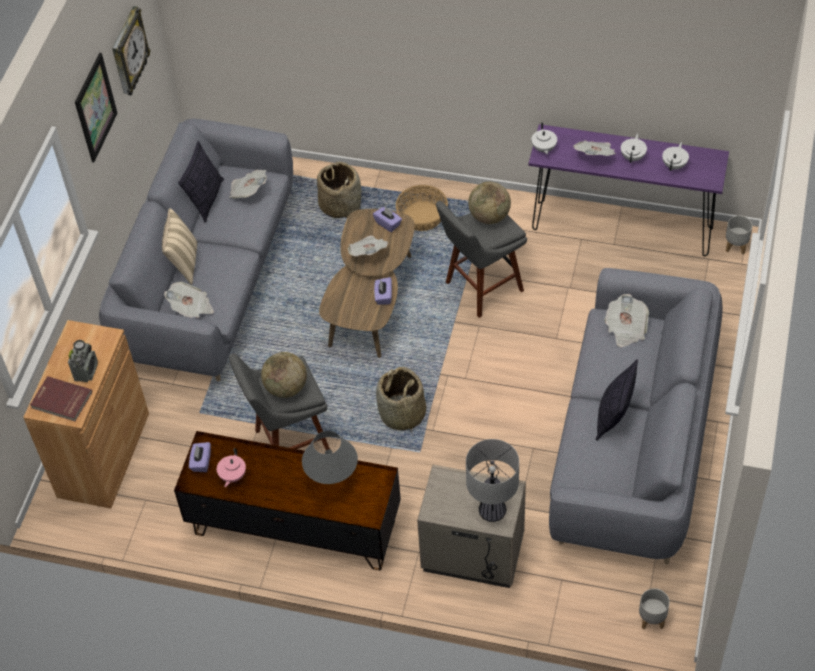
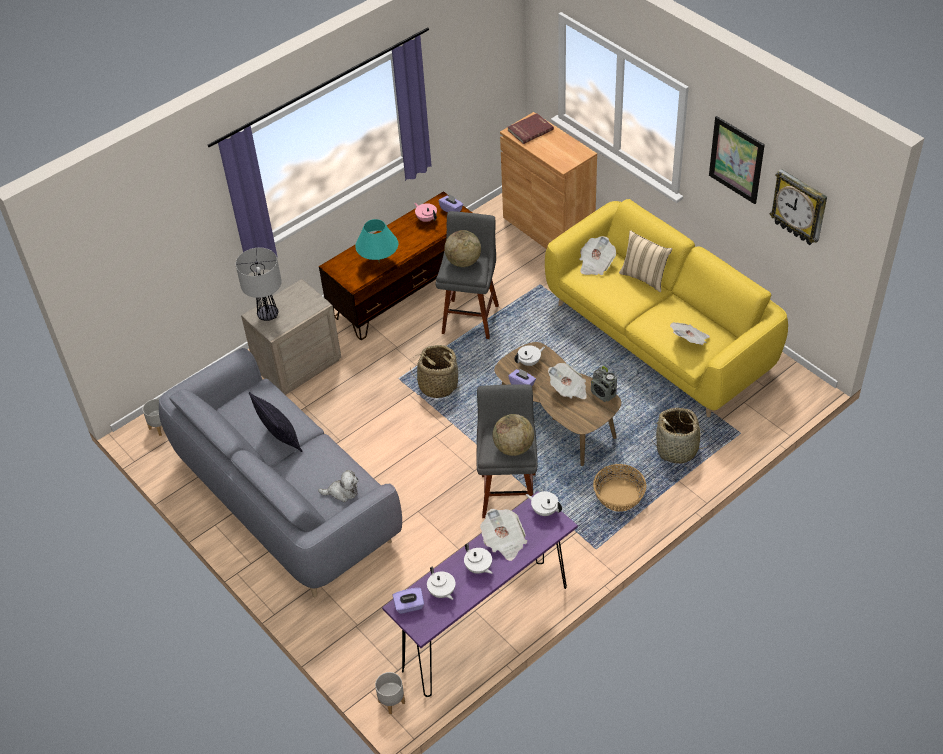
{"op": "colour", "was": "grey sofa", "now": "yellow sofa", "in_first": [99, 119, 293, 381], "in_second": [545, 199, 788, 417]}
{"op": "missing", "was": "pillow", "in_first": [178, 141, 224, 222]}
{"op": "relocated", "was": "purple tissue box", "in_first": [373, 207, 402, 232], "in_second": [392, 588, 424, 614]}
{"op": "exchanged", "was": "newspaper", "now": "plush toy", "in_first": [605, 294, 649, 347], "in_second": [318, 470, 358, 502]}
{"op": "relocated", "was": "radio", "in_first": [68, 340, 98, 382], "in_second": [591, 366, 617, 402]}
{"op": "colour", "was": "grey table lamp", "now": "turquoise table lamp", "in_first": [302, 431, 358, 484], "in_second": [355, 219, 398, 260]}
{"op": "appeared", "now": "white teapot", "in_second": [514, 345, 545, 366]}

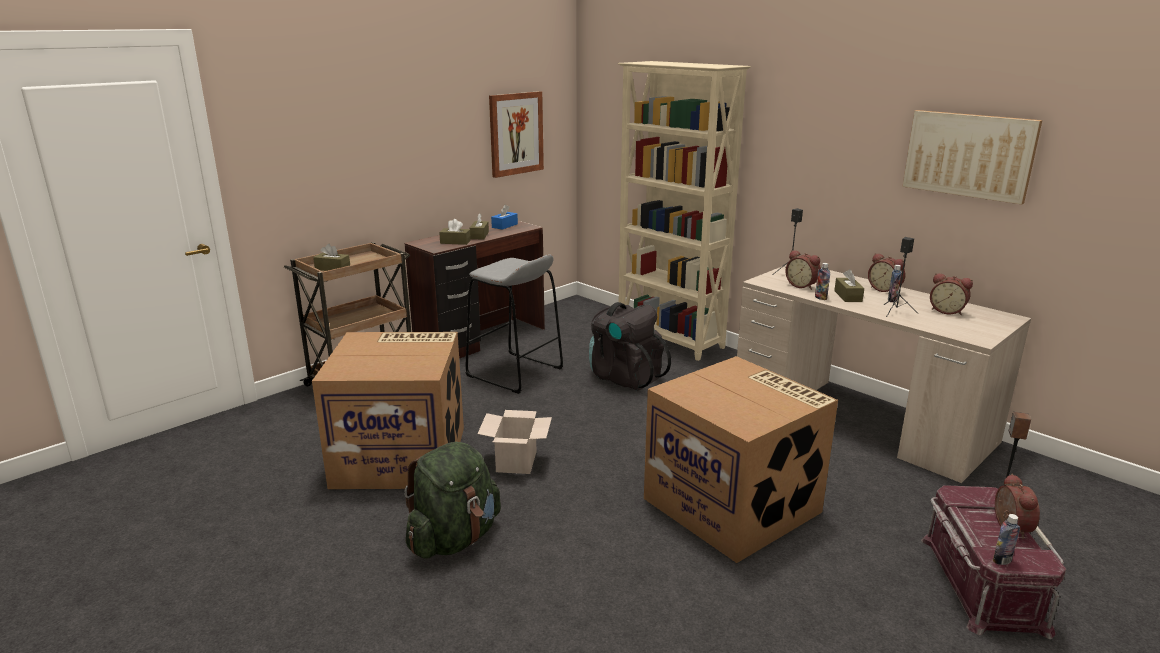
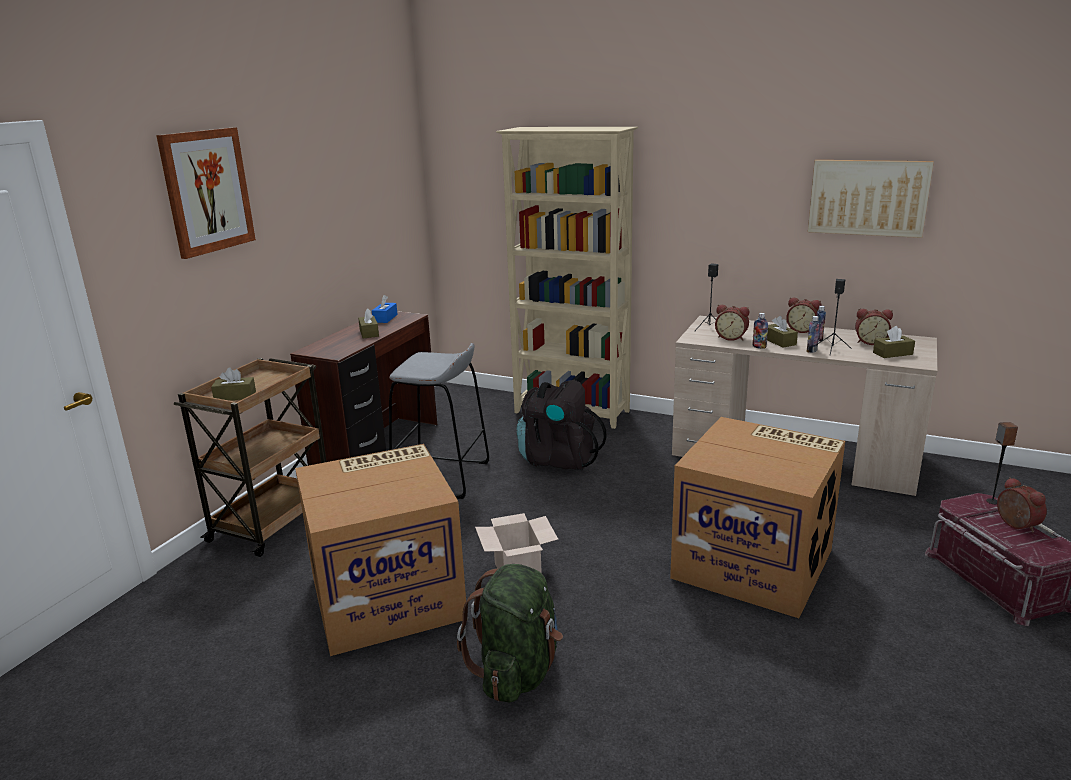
{"op": "relocated", "was": "picture", "in_first": [489, 91, 544, 178], "in_second": [156, 128, 256, 259]}
{"op": "relocated", "was": "brown tissue box", "in_first": [439, 219, 471, 245], "in_second": [873, 326, 915, 358]}
{"op": "relocated", "was": "bottle", "in_first": [993, 514, 1020, 565], "in_second": [807, 316, 820, 353]}

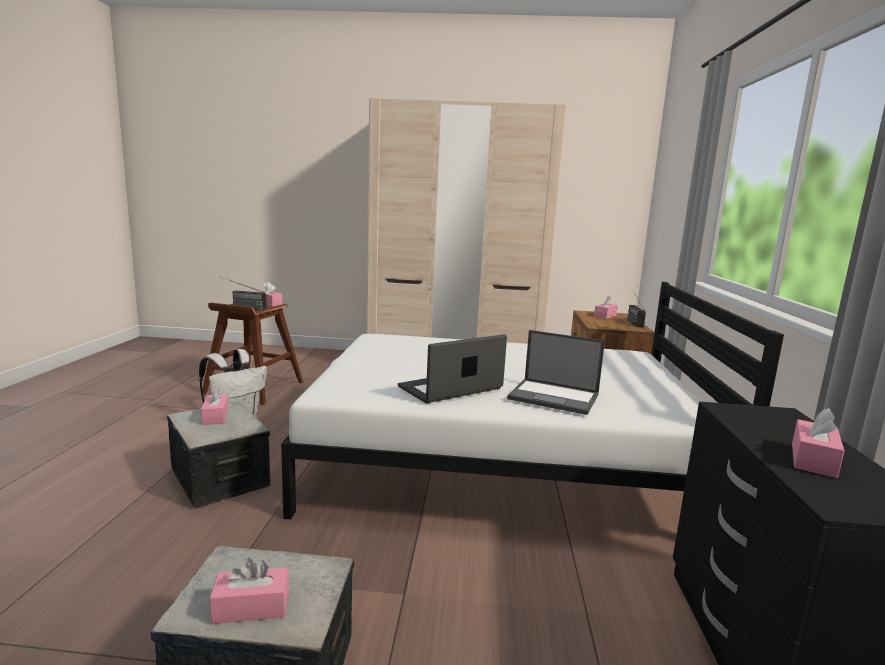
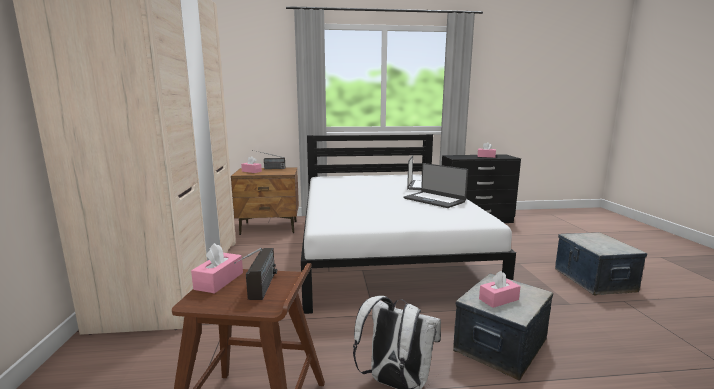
{"op": "missing", "was": "pink tissue box", "in_first": [210, 558, 289, 624]}

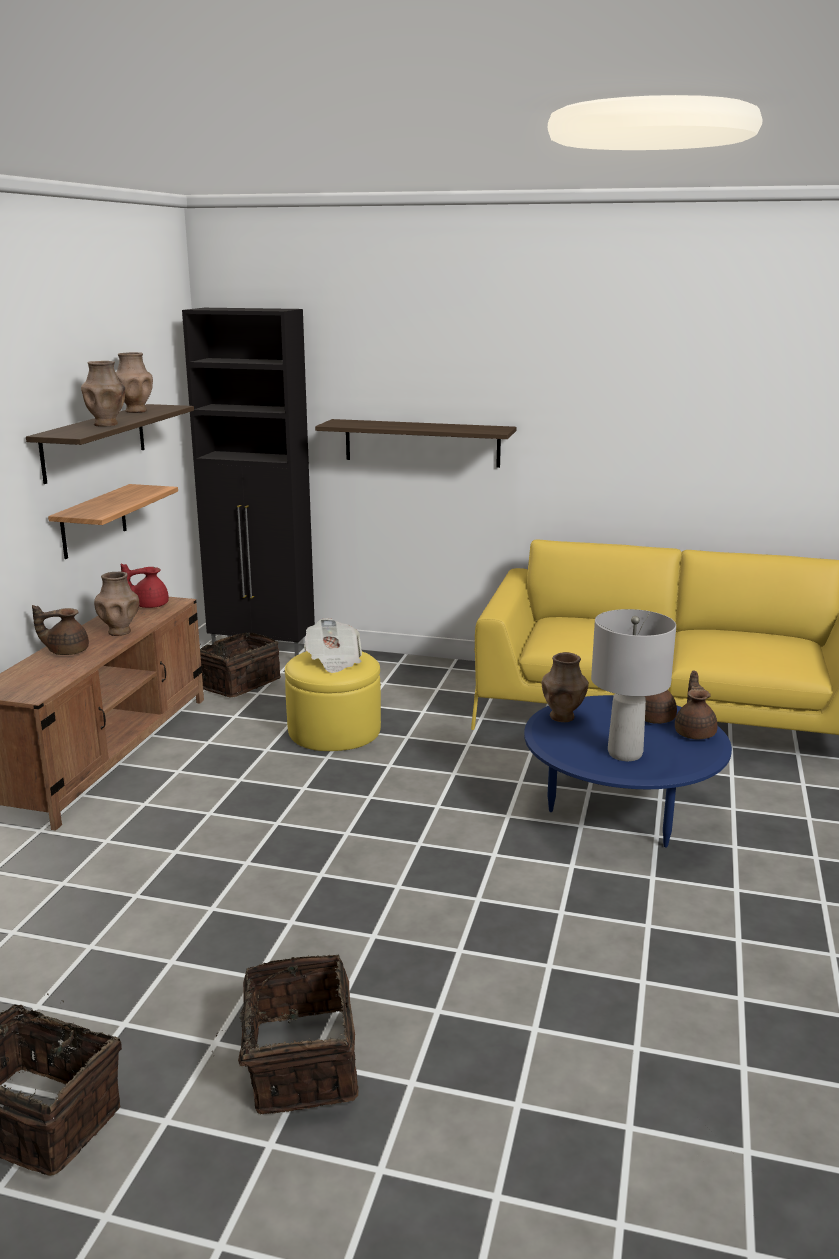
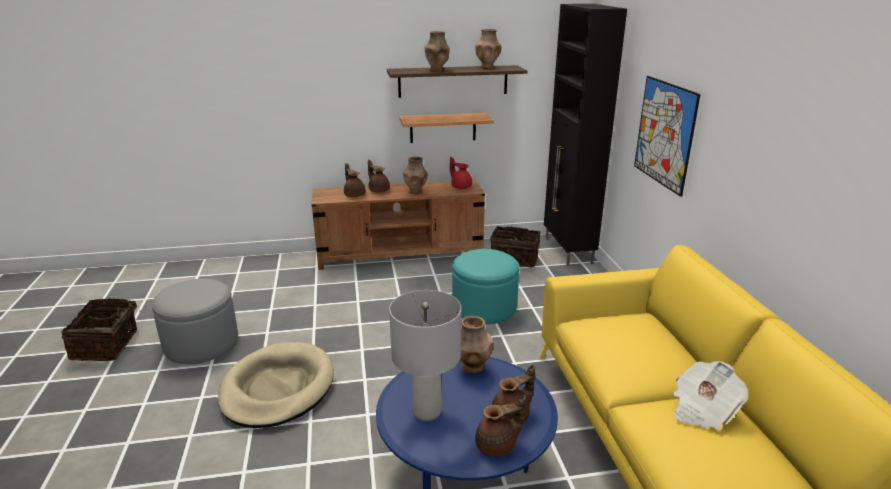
{"op": "exchanged", "was": "shelf", "now": "picture", "in_first": [315, 419, 517, 468], "in_second": [634, 76, 701, 197]}
{"op": "relocated", "was": "newspaper", "in_first": [304, 618, 362, 673], "in_second": [673, 361, 748, 430]}
{"op": "colour", "was": "yellow ottoman", "now": "turquoise ottoman", "in_first": [285, 651, 381, 751], "in_second": [452, 249, 519, 324]}
{"op": "missing", "was": "basket", "in_first": [212, 955, 359, 1114]}
{"op": "appeared", "now": "brown teapot", "in_second": [344, 163, 366, 197]}
{"op": "appeared", "now": "grey ottoman", "in_second": [152, 279, 238, 364]}
{"op": "appeared", "now": "beige dog bed", "in_second": [218, 342, 334, 428]}

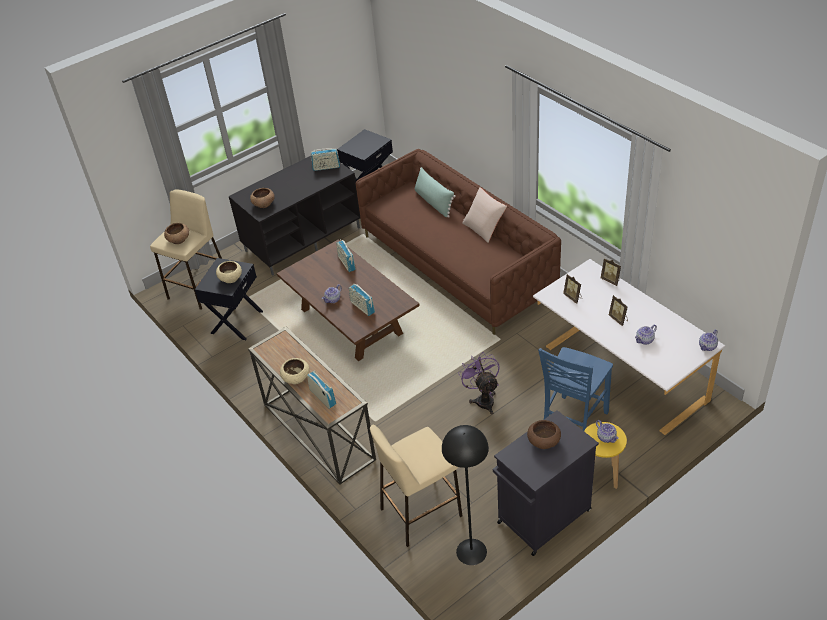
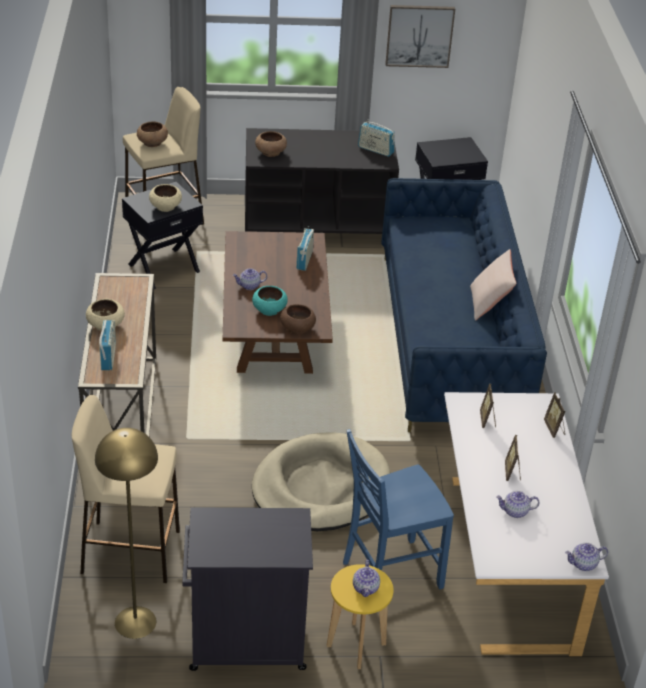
{"op": "colour", "was": "brown sofa", "now": "blue sofa", "in_first": [356, 149, 561, 335], "in_second": [381, 178, 547, 433]}
{"op": "missing", "was": "green pillow", "in_first": [415, 167, 456, 218]}
{"op": "exchanged", "was": "radio", "now": "turquoise bowl", "in_first": [349, 283, 375, 316], "in_second": [252, 286, 288, 316]}
{"op": "exchanged", "was": "purple fan", "now": "beige dog bed", "in_first": [458, 352, 500, 415], "in_second": [252, 432, 390, 531]}
{"op": "relocated", "was": "brown bowl", "in_first": [527, 420, 561, 449], "in_second": [280, 304, 316, 334]}
{"op": "colour", "was": "black floor lamp", "now": "yellow floor lamp", "in_first": [442, 425, 489, 565], "in_second": [95, 428, 158, 639]}
{"op": "appeared", "now": "picture", "in_second": [385, 5, 455, 68]}

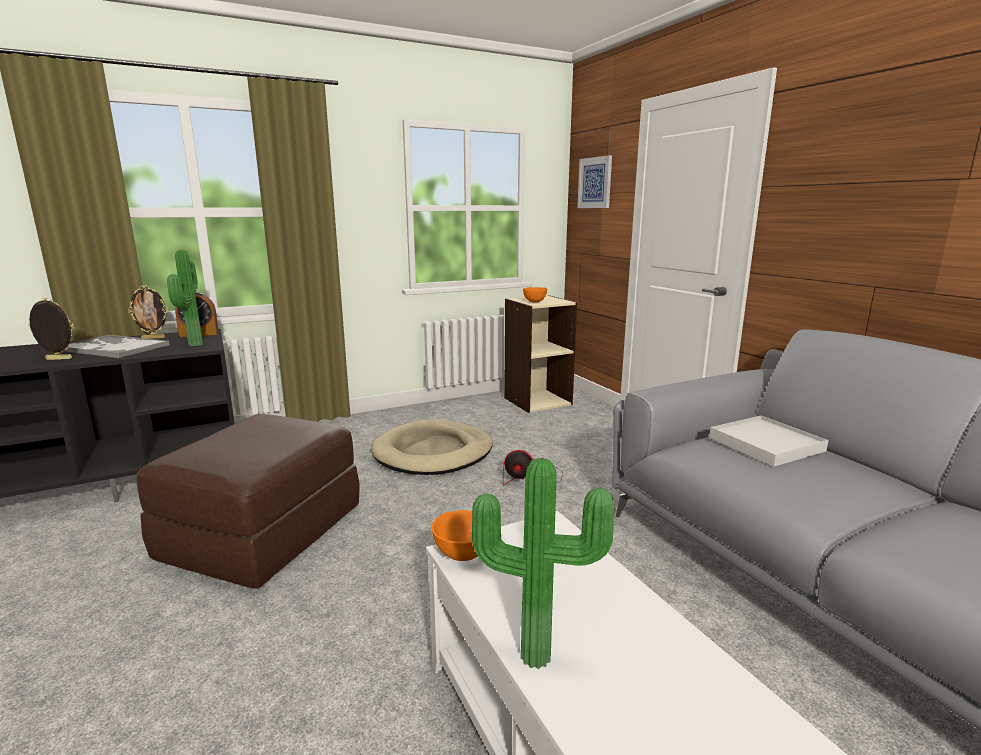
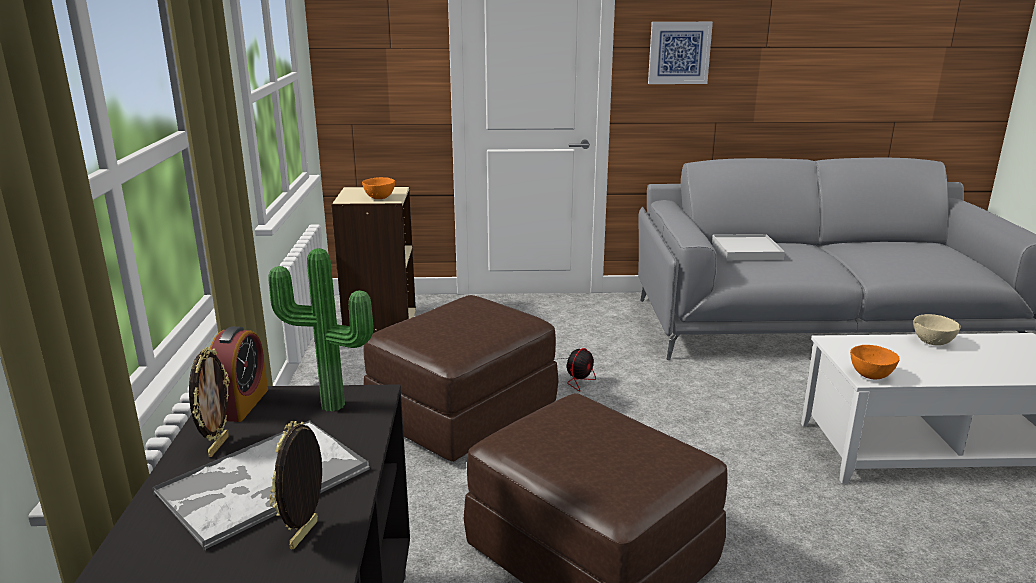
{"op": "relocated", "was": "picture", "in_first": [577, 155, 612, 208], "in_second": [648, 22, 713, 84]}
{"op": "exchanged", "was": "beige dog bed", "now": "brown ottoman", "in_first": [371, 419, 493, 475], "in_second": [364, 295, 558, 462]}
{"op": "missing", "was": "potted plant", "in_first": [472, 458, 614, 669]}
{"op": "appeared", "now": "beige bowl", "in_second": [914, 314, 961, 345]}

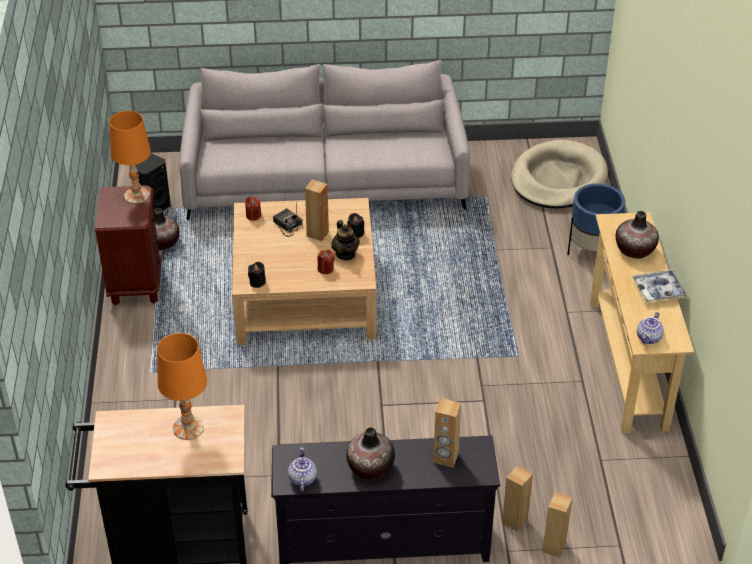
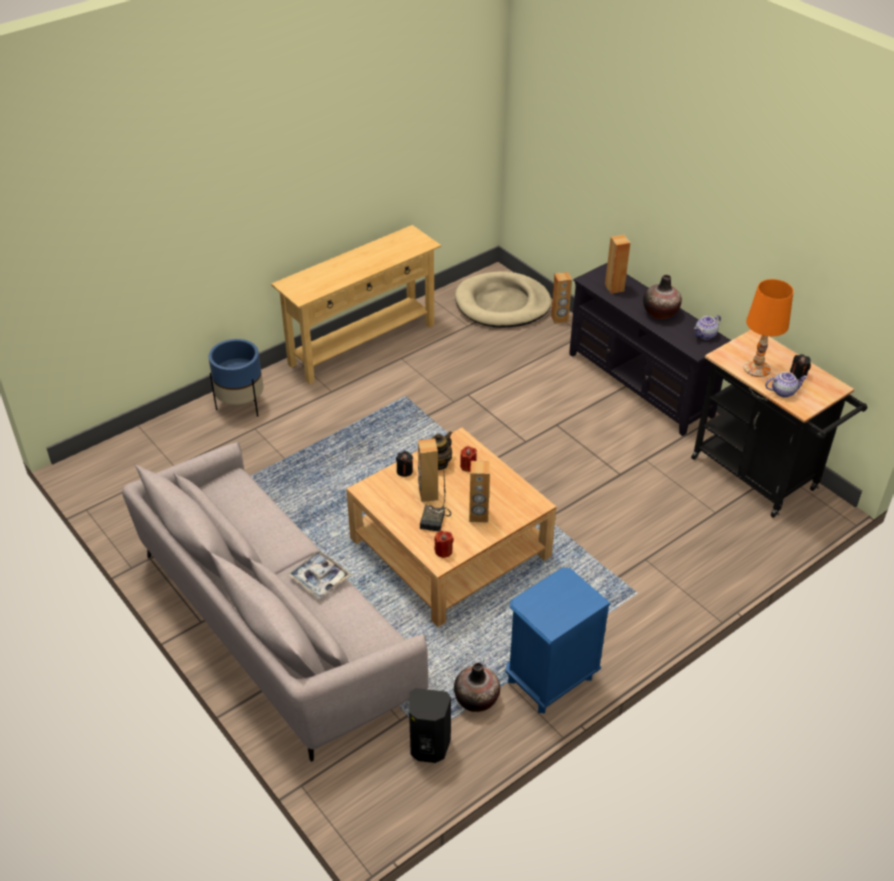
{"op": "missing", "was": "orange table lamp", "in_first": [109, 111, 151, 204]}
{"op": "relocated", "was": "beige dog bed", "in_first": [511, 140, 608, 209], "in_second": [455, 271, 551, 328]}
{"op": "colour", "was": "brown nightstand", "now": "blue nightstand", "in_first": [95, 185, 162, 305], "in_second": [506, 568, 611, 714]}
{"op": "missing", "was": "vase", "in_first": [616, 211, 659, 259]}
{"op": "relocated", "was": "black candle", "in_first": [248, 262, 266, 288], "in_second": [790, 354, 811, 380]}
{"op": "relocated", "was": "tray", "in_first": [632, 270, 687, 303], "in_second": [288, 551, 351, 598]}
{"op": "relocated", "was": "teapot", "in_first": [637, 312, 664, 344], "in_second": [765, 372, 807, 397]}
{"op": "relocated", "was": "brown speaker", "in_first": [502, 465, 533, 531], "in_second": [469, 461, 490, 523]}

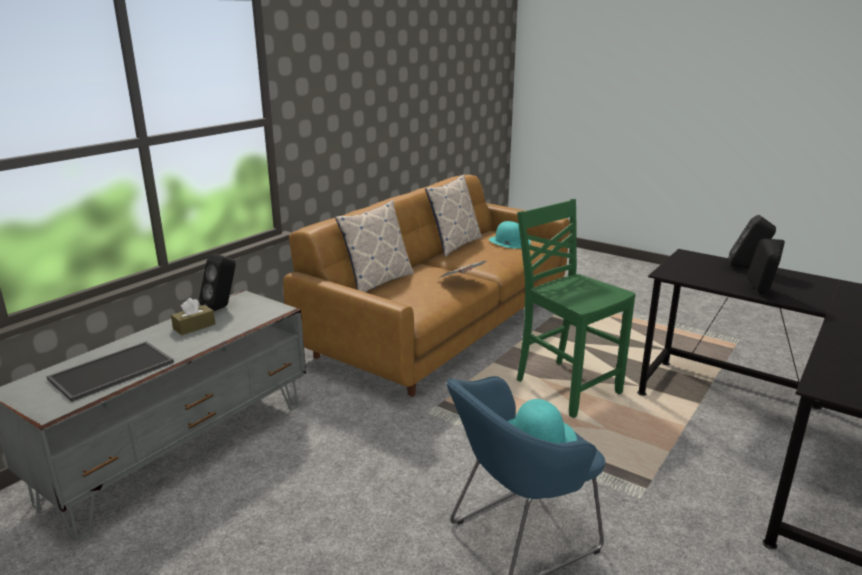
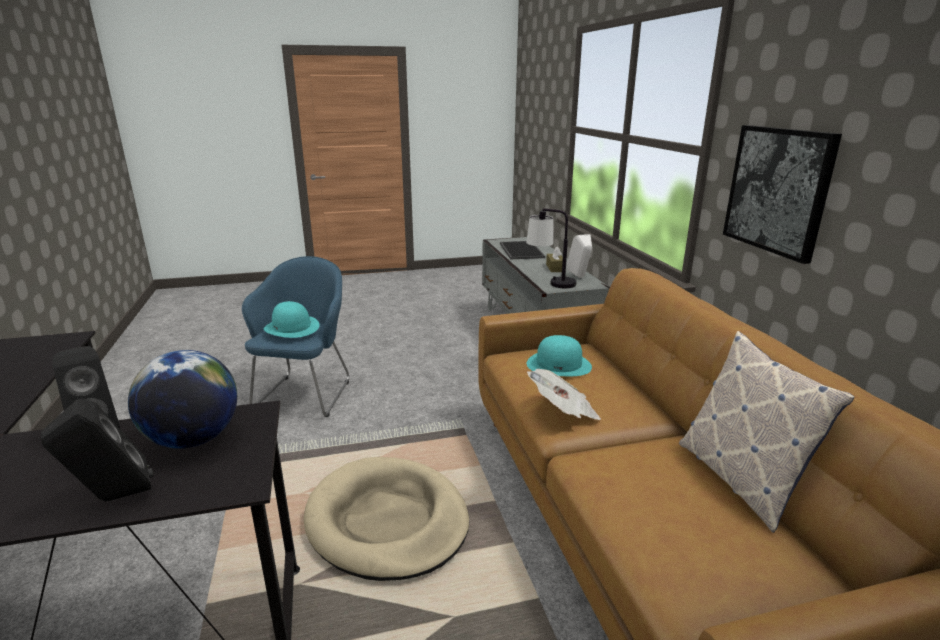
{"op": "exchanged", "was": "green chair", "now": "beige dog bed", "in_first": [517, 199, 636, 418], "in_second": [304, 457, 469, 581]}
{"op": "missing", "was": "pillow", "in_first": [335, 200, 414, 292]}
{"op": "relocated", "was": "turquoise hat", "in_first": [489, 221, 531, 249], "in_second": [527, 335, 592, 376]}
{"op": "colour", "was": "black speaker", "now": "white speaker", "in_first": [199, 254, 236, 311], "in_second": [566, 234, 592, 278]}
{"op": "appeared", "now": "picture", "in_second": [723, 125, 842, 264]}
{"op": "appeared", "now": "table lamp", "in_second": [526, 208, 576, 288]}
{"op": "appeared", "now": "globe", "in_second": [128, 350, 237, 449]}

